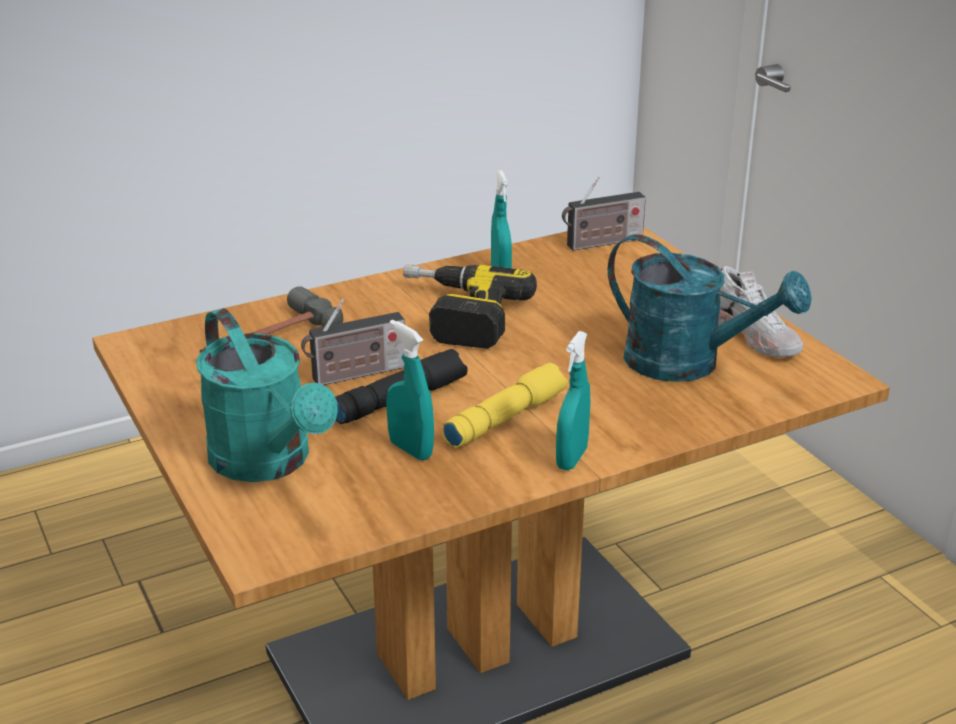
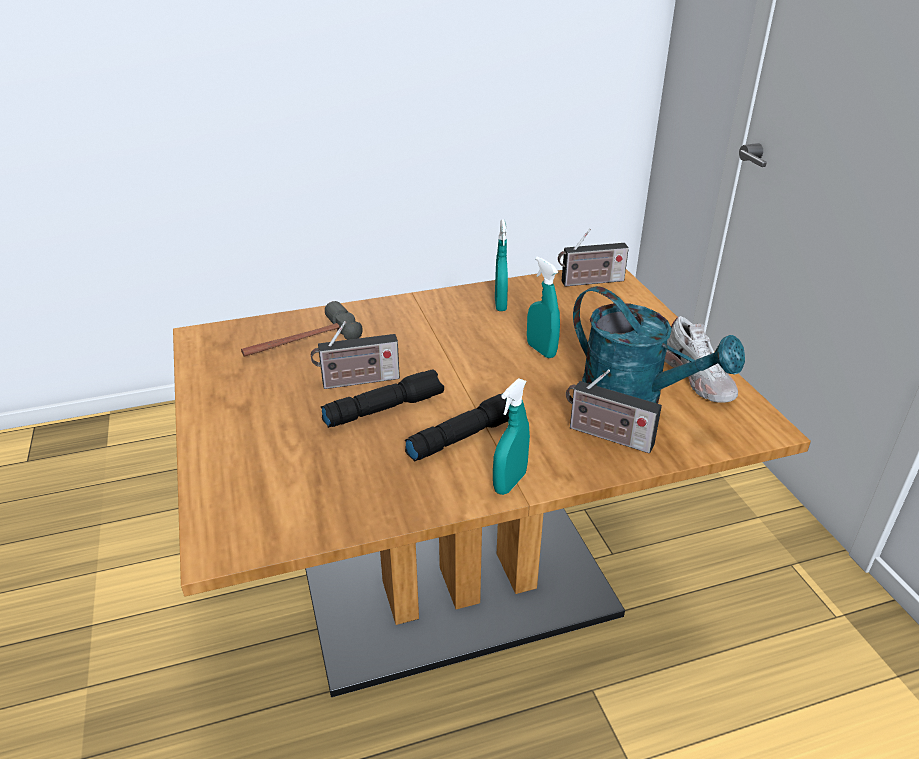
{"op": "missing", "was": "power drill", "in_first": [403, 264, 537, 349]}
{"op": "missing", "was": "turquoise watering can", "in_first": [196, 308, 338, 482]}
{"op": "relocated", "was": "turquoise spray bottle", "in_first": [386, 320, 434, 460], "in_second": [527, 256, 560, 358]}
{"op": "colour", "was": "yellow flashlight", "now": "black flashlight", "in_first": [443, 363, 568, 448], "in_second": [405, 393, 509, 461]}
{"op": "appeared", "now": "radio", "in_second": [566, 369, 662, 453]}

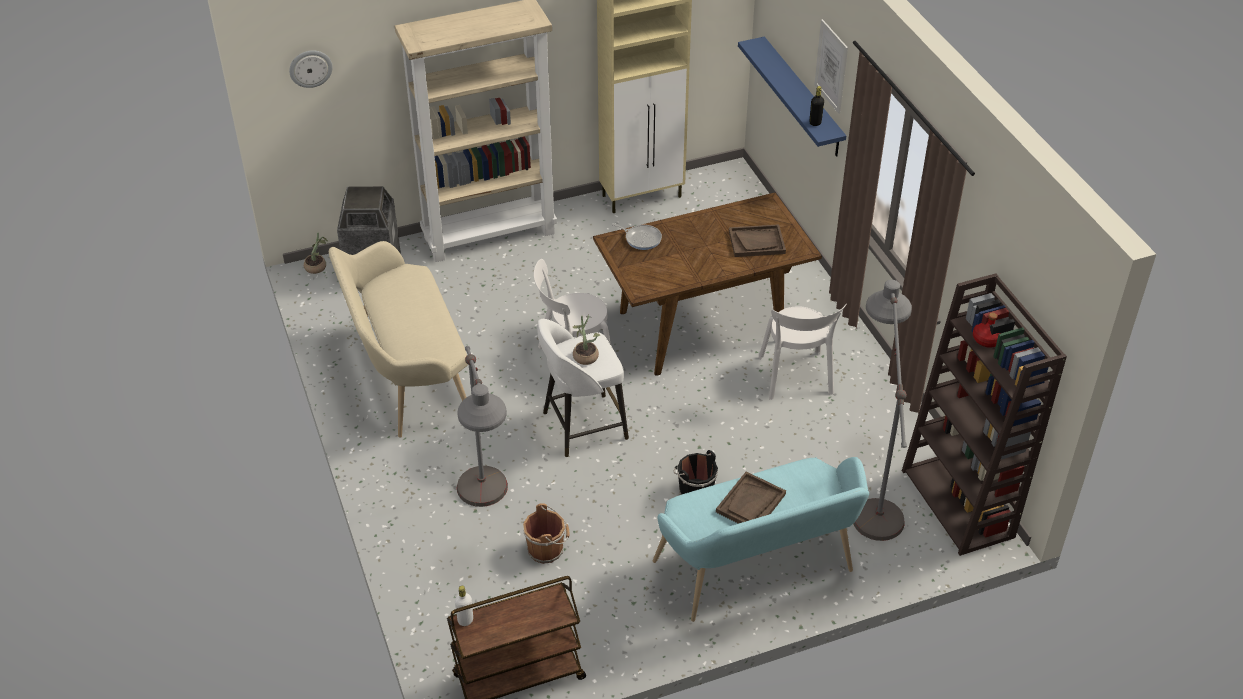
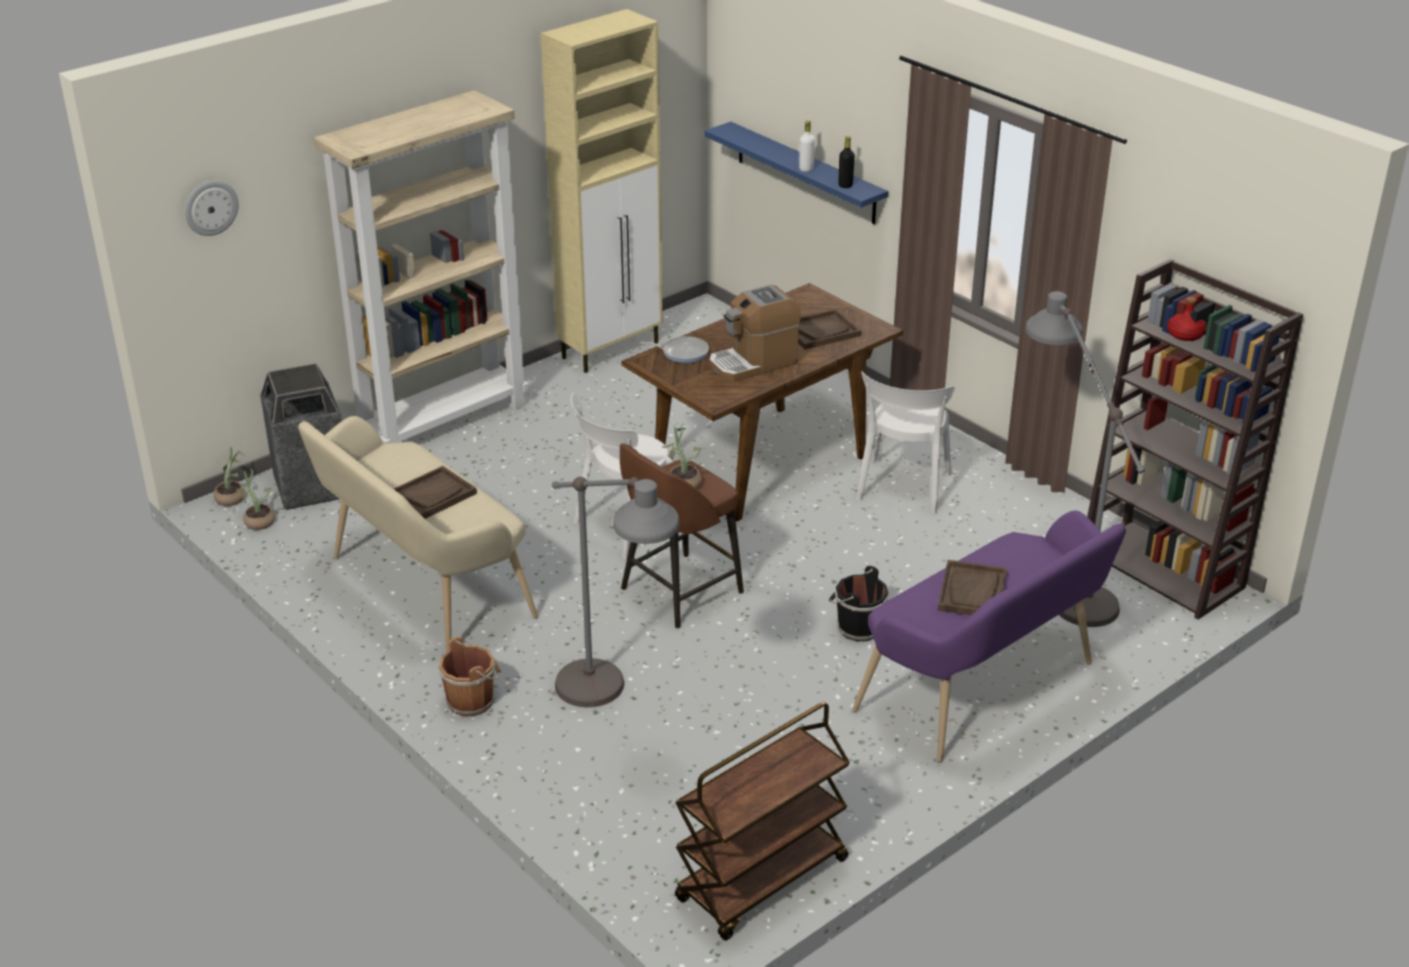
{"op": "missing", "was": "picture", "in_first": [814, 19, 848, 114]}
{"op": "spun", "was": "white chair", "in_first": [759, 304, 847, 400], "in_second": [856, 371, 955, 514], "clockwise": 45}
{"op": "colour", "was": "white stool", "now": "brown stool", "in_first": [538, 319, 629, 457], "in_second": [620, 443, 744, 628]}
{"op": "colour", "was": "turquoise bench", "now": "purple bench", "in_first": [653, 457, 869, 622], "in_second": [852, 511, 1126, 762]}
{"op": "relocated", "was": "brown bucket", "in_first": [523, 503, 570, 564], "in_second": [437, 637, 501, 716]}
{"op": "relocated", "was": "white bottle", "in_first": [455, 586, 473, 626], "in_second": [799, 120, 815, 172]}
{"op": "appeared", "now": "coffee machine", "in_second": [709, 285, 801, 382]}
{"op": "appeared", "now": "brown tray", "in_second": [394, 466, 477, 519]}
{"op": "appeared", "now": "potted plant", "in_second": [236, 469, 275, 530]}

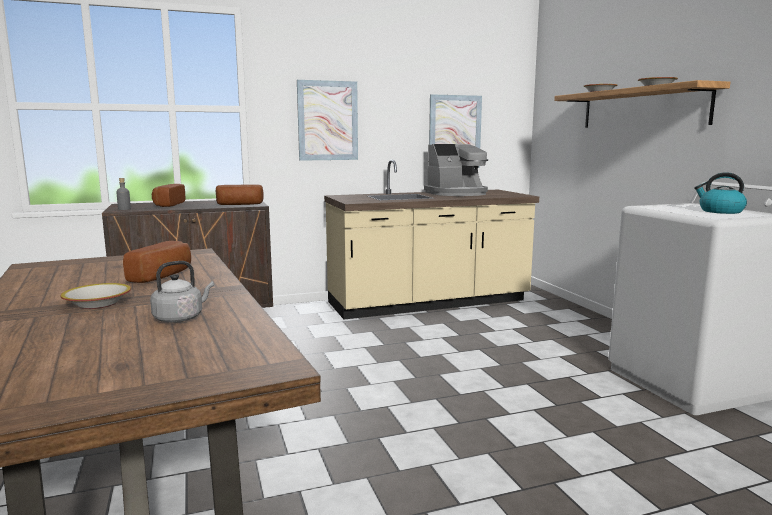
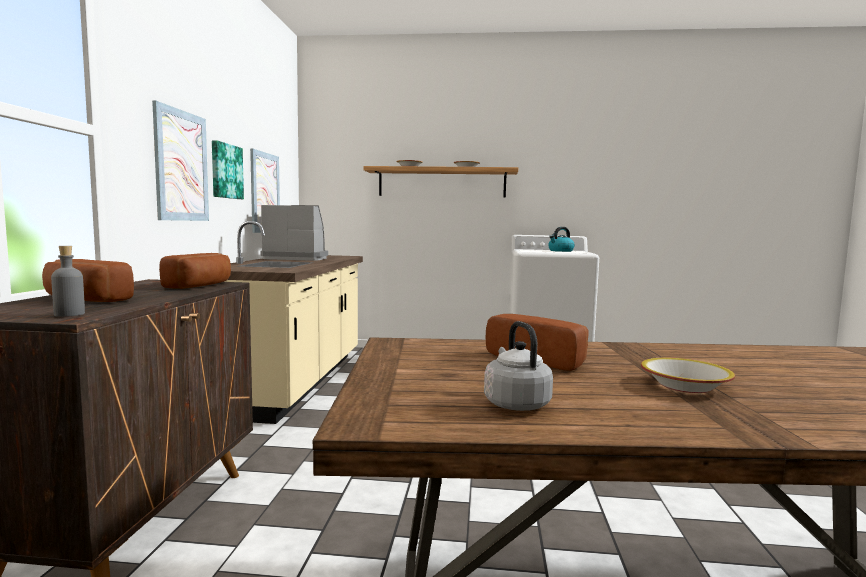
{"op": "spun", "was": "coffee machine", "in_first": [424, 144, 488, 196], "in_second": [260, 205, 328, 261], "clockwise": -90}
{"op": "relocated", "was": "grey kettle", "in_first": [150, 261, 214, 323], "in_second": [484, 321, 553, 411]}
{"op": "appeared", "now": "picture", "in_second": [212, 140, 244, 199]}

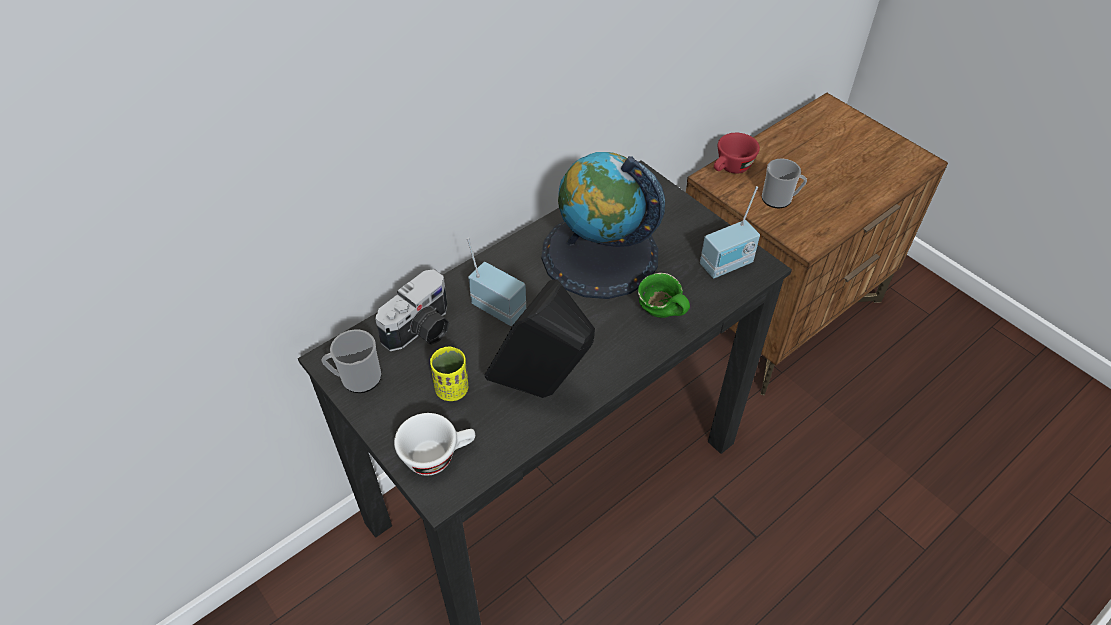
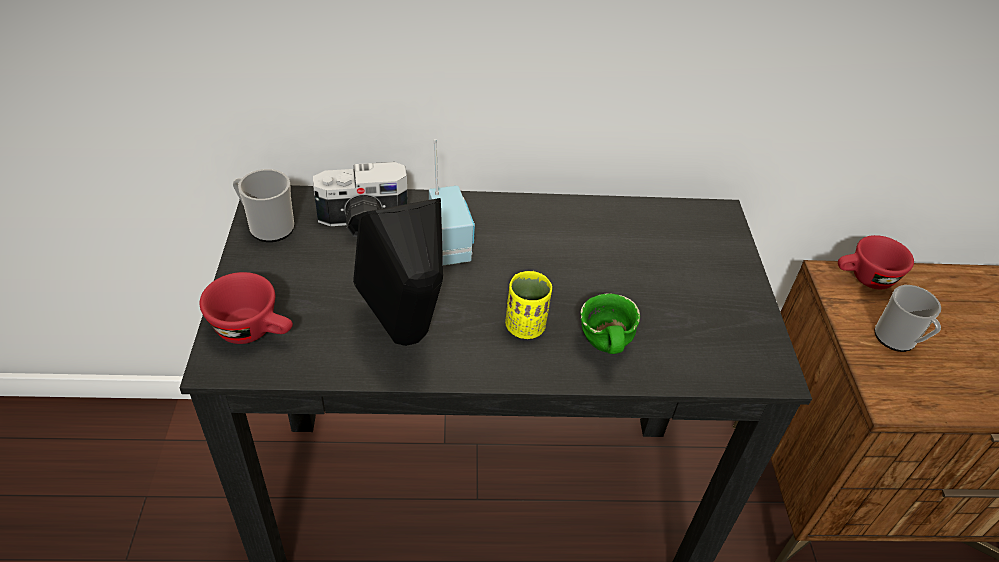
{"op": "missing", "was": "globe", "in_first": [541, 152, 665, 299]}
{"op": "missing", "was": "radio", "in_first": [700, 186, 760, 279]}
{"op": "relocated", "was": "yellow cup", "in_first": [430, 347, 468, 401], "in_second": [505, 271, 552, 339]}
{"op": "colour", "was": "white cup", "now": "red cup", "in_first": [394, 413, 475, 476], "in_second": [200, 272, 293, 344]}

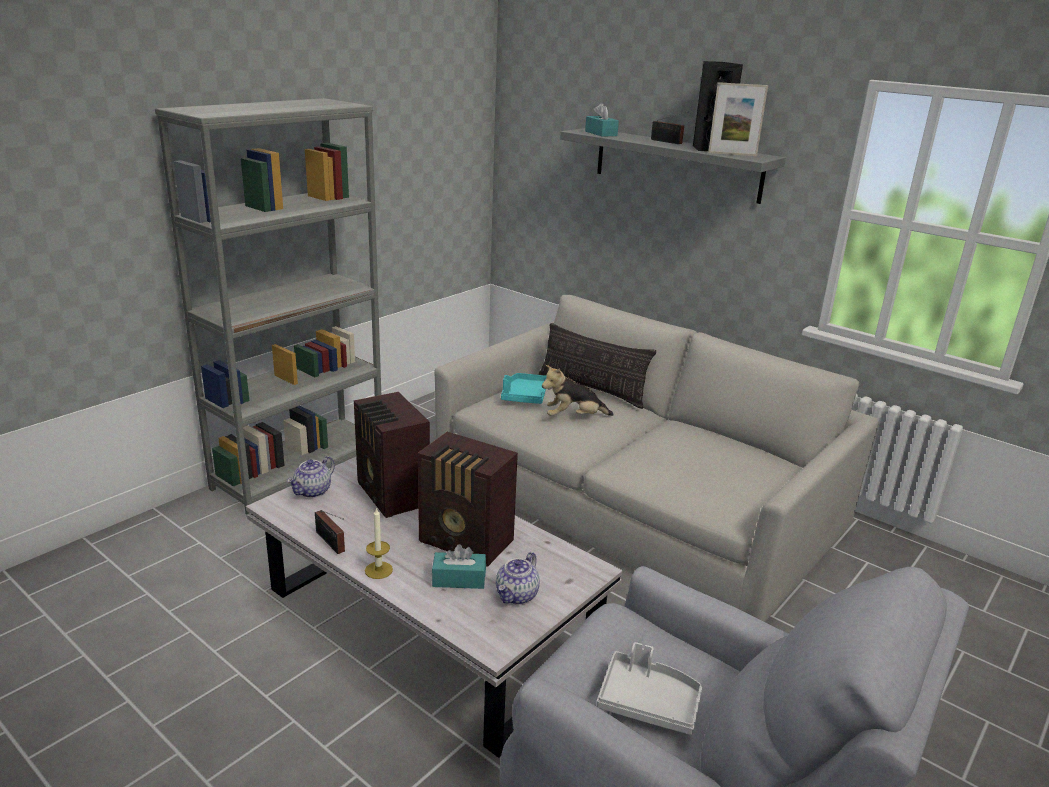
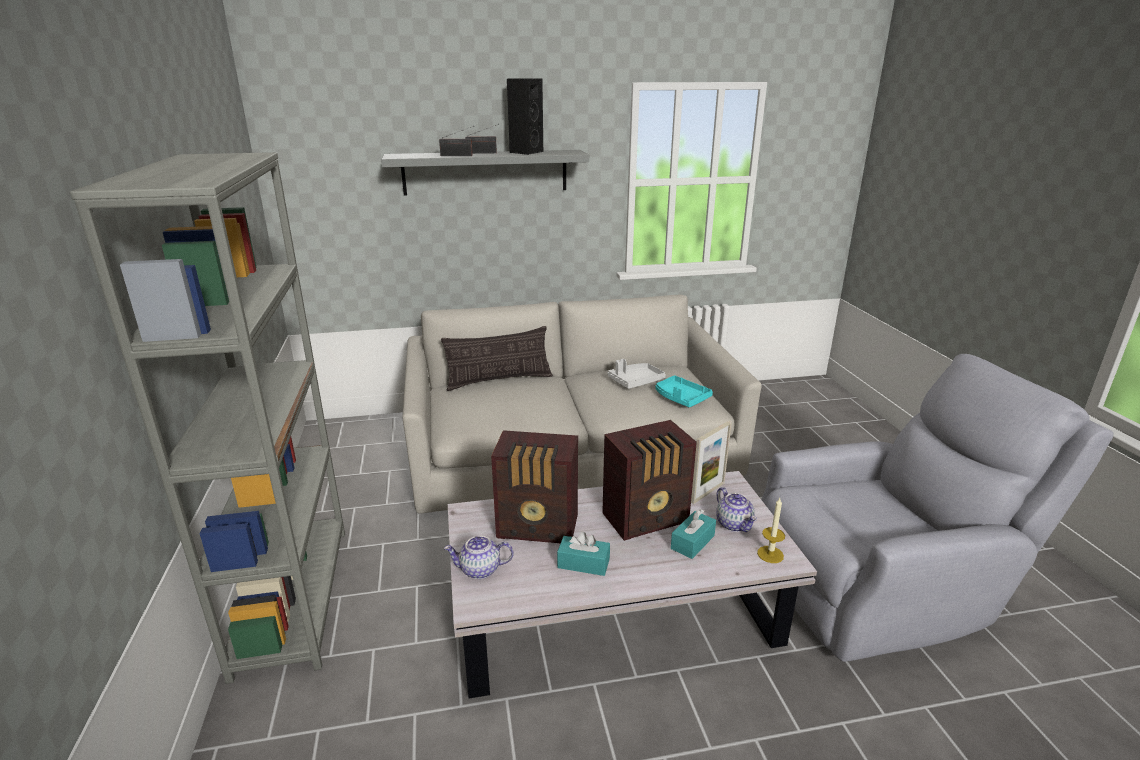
{"op": "relocated", "was": "picture frame", "in_first": [708, 82, 768, 156], "in_second": [691, 421, 732, 504]}
{"op": "relocated", "was": "turquoise tissue box", "in_first": [585, 103, 619, 137], "in_second": [557, 531, 610, 576]}
{"op": "missing", "was": "plush toy", "in_first": [542, 365, 614, 416]}
{"op": "relocated", "was": "turquoise tray", "in_first": [501, 373, 546, 404], "in_second": [656, 375, 713, 407]}
{"op": "spun", "was": "teapot", "in_first": [287, 456, 335, 498], "in_second": [444, 536, 514, 579], "clockwise": 105}
{"op": "relocated", "was": "candle", "in_first": [365, 507, 393, 579], "in_second": [757, 498, 785, 563]}
{"op": "relocated", "was": "radio", "in_first": [315, 510, 345, 554], "in_second": [439, 126, 474, 156]}
{"op": "relocated", "was": "grey tray", "in_first": [597, 642, 702, 735], "in_second": [607, 359, 666, 389]}

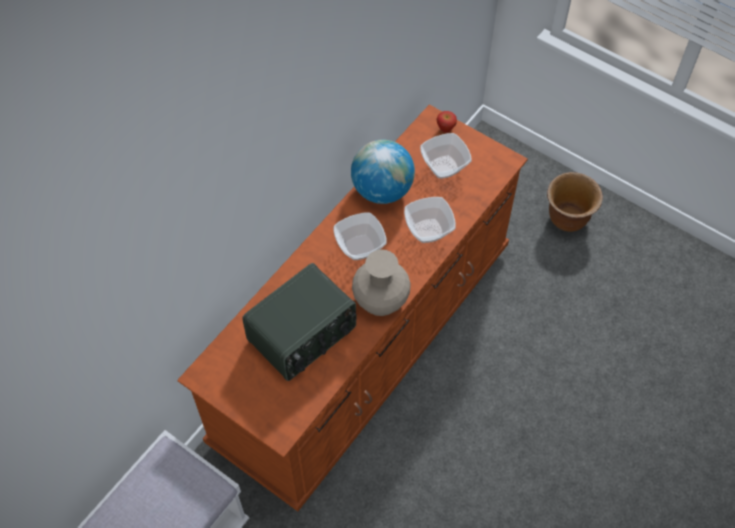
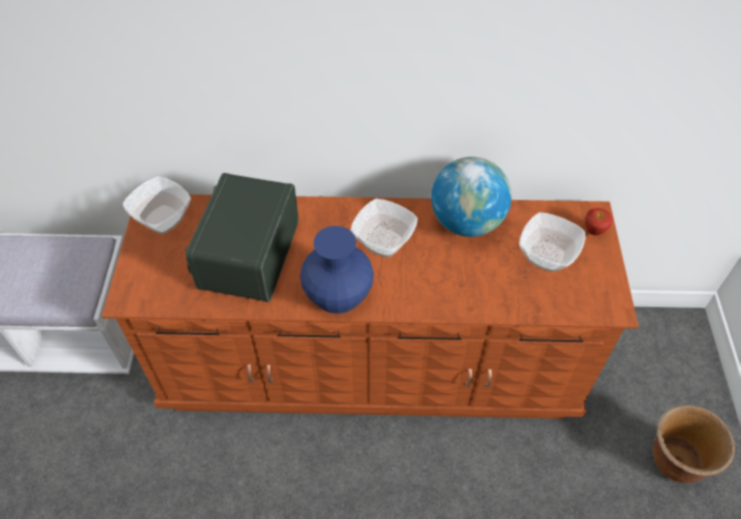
{"op": "relocated", "was": "bowl", "in_first": [404, 197, 456, 243], "in_second": [123, 176, 191, 234]}
{"op": "colour", "was": "beige vase", "now": "blue vase", "in_first": [352, 250, 411, 316], "in_second": [300, 226, 374, 314]}
{"op": "spun", "was": "radio", "in_first": [242, 263, 357, 381], "in_second": [185, 173, 299, 302], "clockwise": 90}

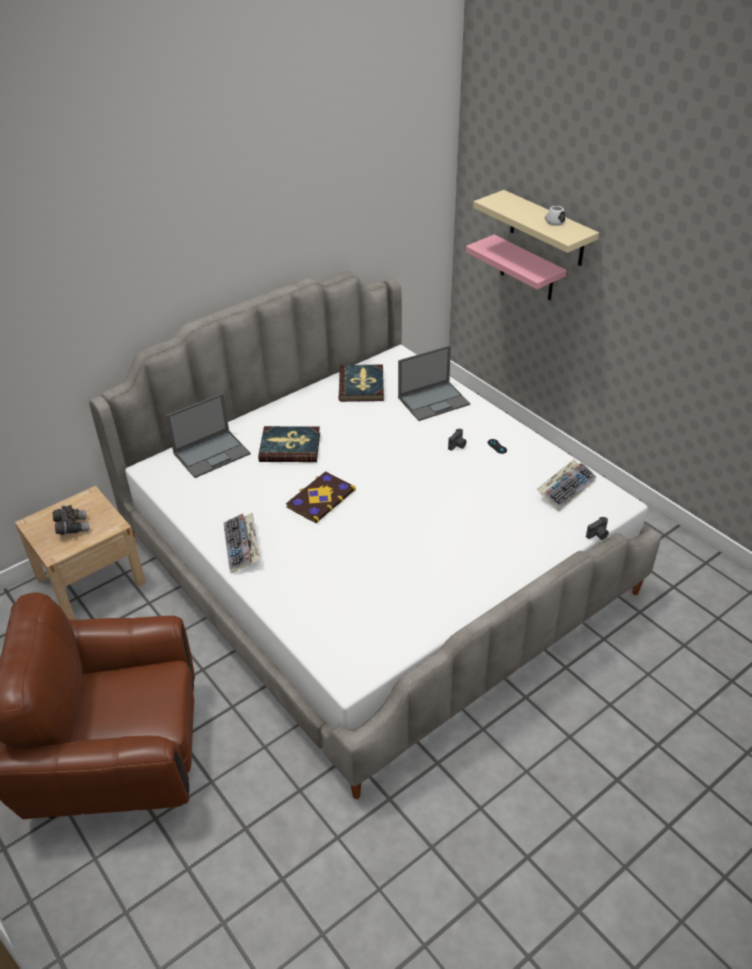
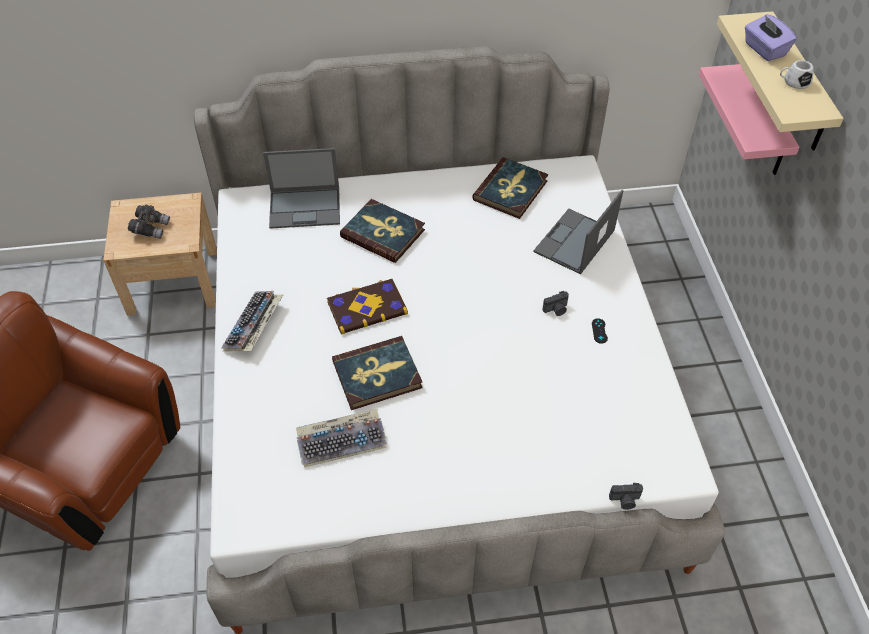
{"op": "spun", "was": "laptop", "in_first": [398, 345, 470, 421], "in_second": [533, 190, 623, 274], "clockwise": 120}
{"op": "relocated", "was": "keyboard", "in_first": [536, 459, 597, 512], "in_second": [296, 409, 387, 467]}
{"op": "appeared", "now": "purple tissue box", "in_second": [745, 14, 797, 61]}
{"op": "appeared", "now": "book", "in_second": [332, 336, 423, 410]}

